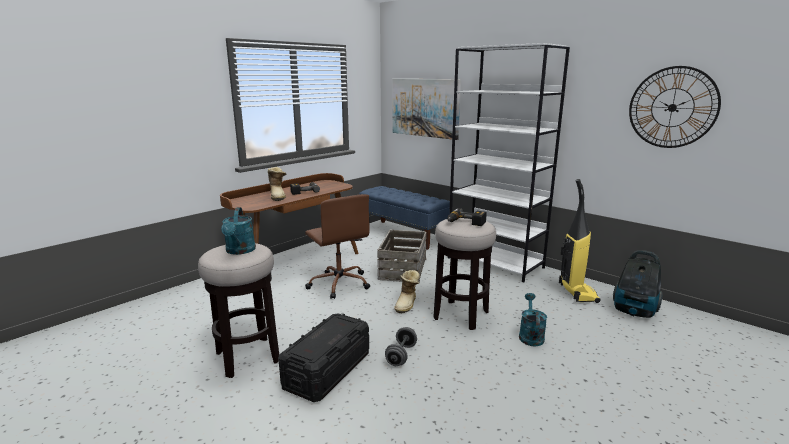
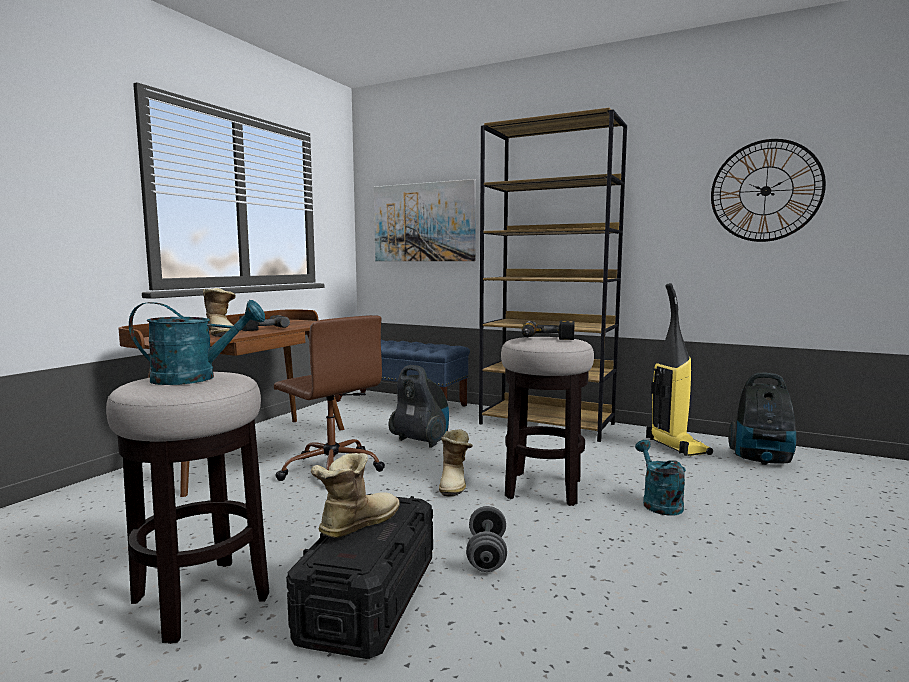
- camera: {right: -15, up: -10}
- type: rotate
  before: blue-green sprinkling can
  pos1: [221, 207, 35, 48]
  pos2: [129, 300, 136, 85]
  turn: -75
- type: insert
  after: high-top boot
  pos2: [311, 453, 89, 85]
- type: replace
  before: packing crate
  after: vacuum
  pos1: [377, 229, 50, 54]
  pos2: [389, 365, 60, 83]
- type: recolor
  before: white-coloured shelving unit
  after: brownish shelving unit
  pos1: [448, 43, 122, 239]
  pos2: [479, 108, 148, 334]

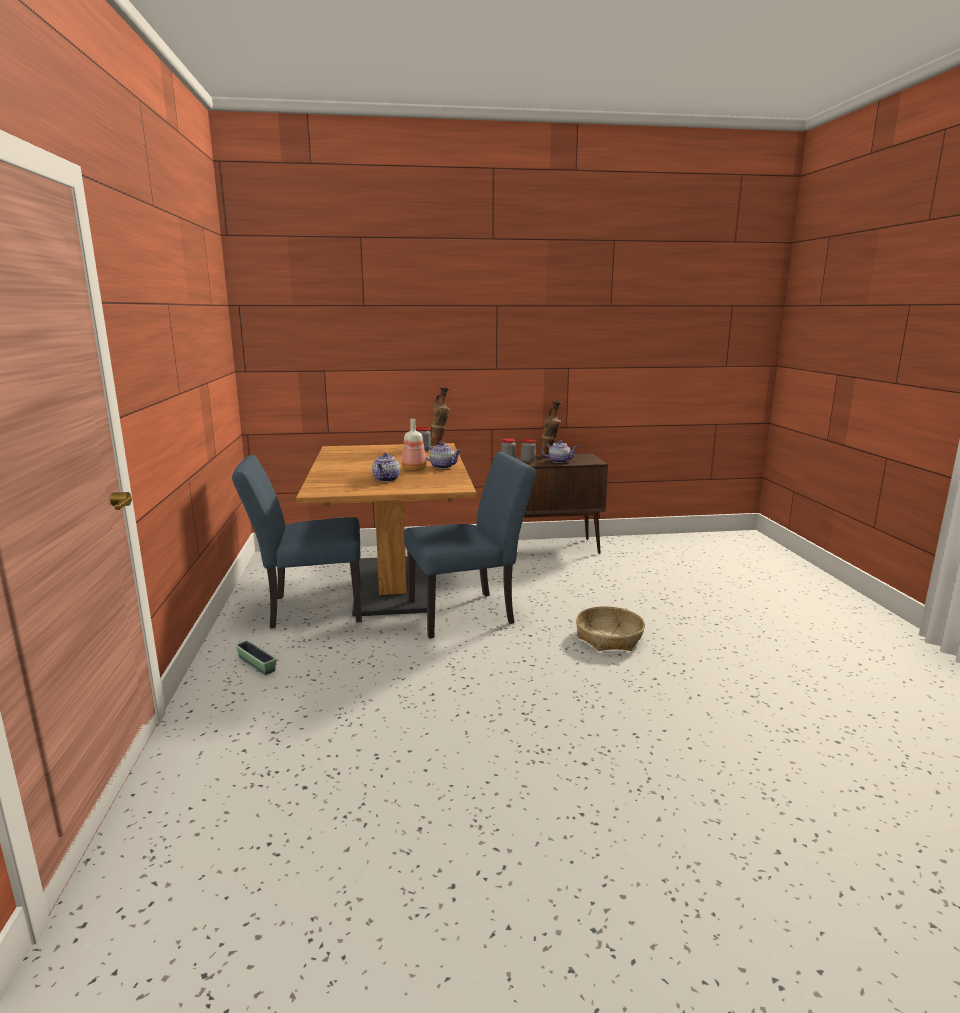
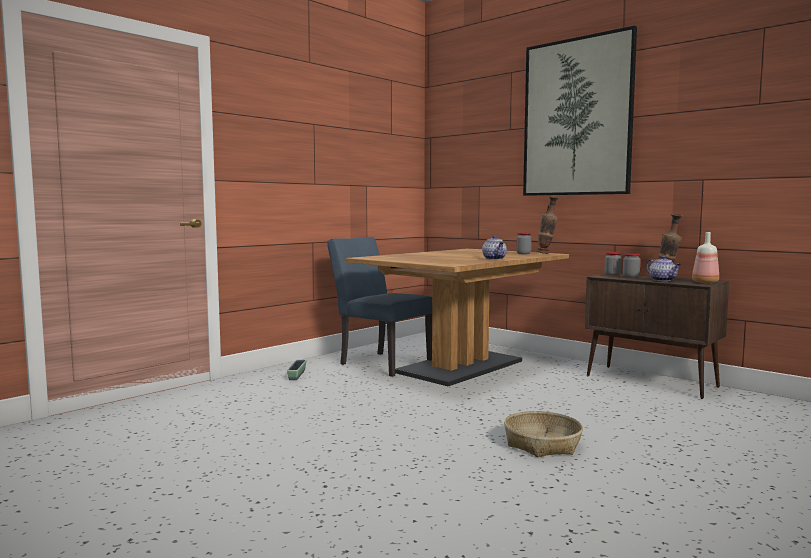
- camera: {right: 50, up: -10}
- type: insert
  after: wall picture
  pos2: [523, 26, 114, 170]
- type: move
  before: beverage bottle
  pos1: [401, 419, 26, 52]
  pos2: [692, 232, 27, 51]
- type: delete
  before: tea pot
  pos1: [372, 453, 28, 29]
- type: delete
  before: bluish plain chair
  pos1: [404, 452, 132, 187]

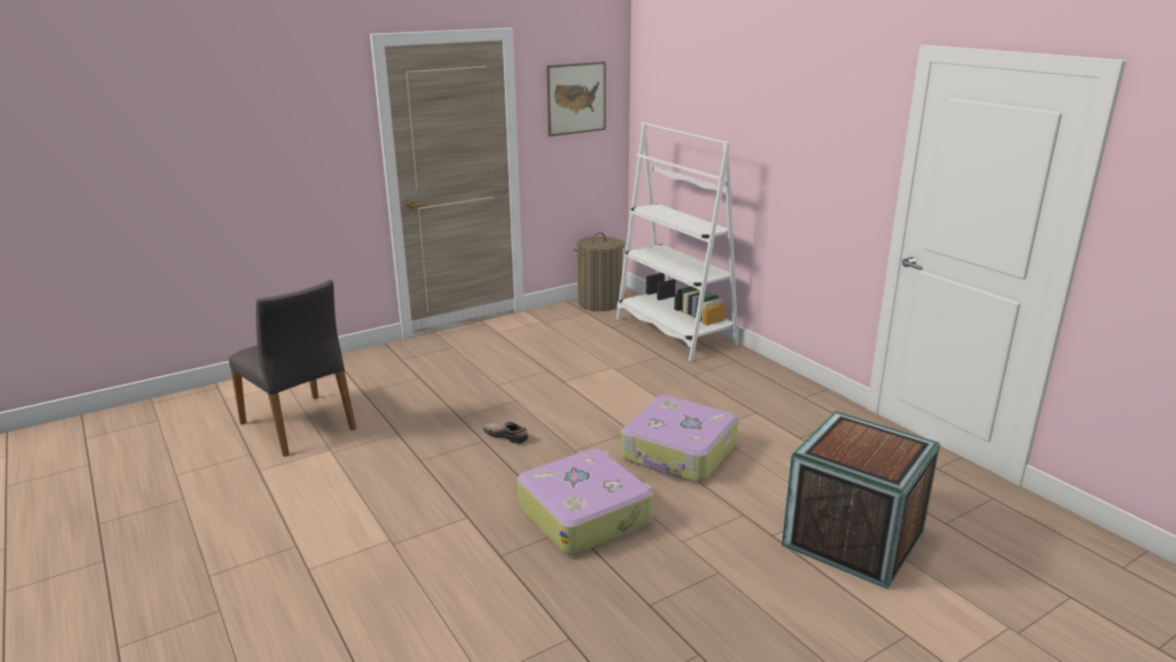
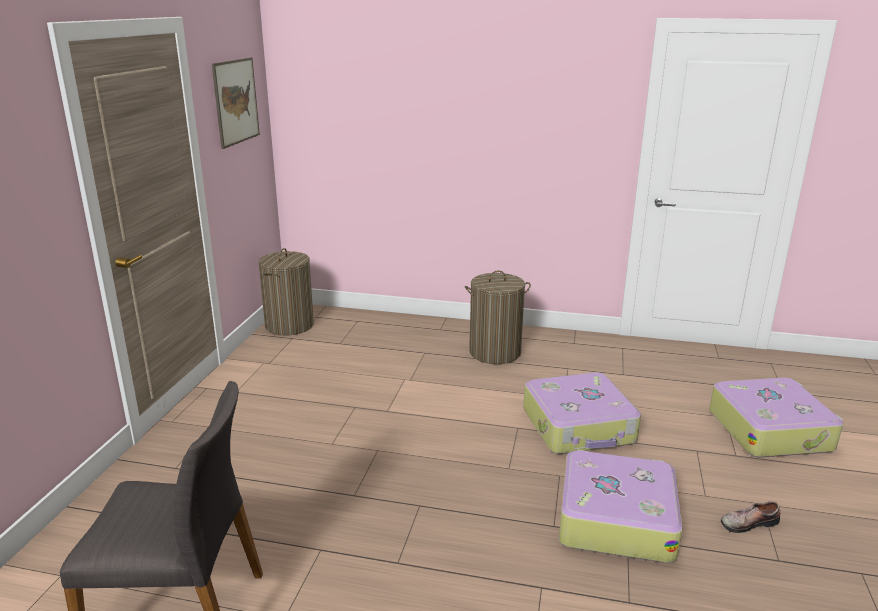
- camera: {right: -45, up: 0}
- type: insert
  after: washing basket
  pos2: [465, 271, 66, 93]
- type: replace
  before: packing crate
  after: piece of luggage
  pos1: [782, 411, 158, 178]
  pos2: [709, 378, 134, 80]
- type: move
  before: shoe
  pos1: [483, 422, 45, 22]
  pos2: [721, 501, 59, 32]
- type: delete
  before: white-coloured shelving unit
  pos1: [616, 122, 123, 240]

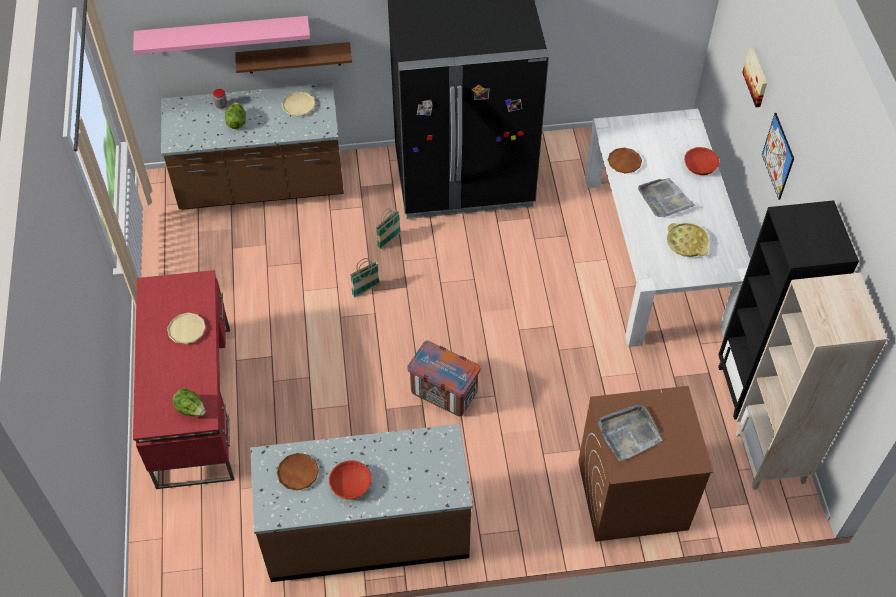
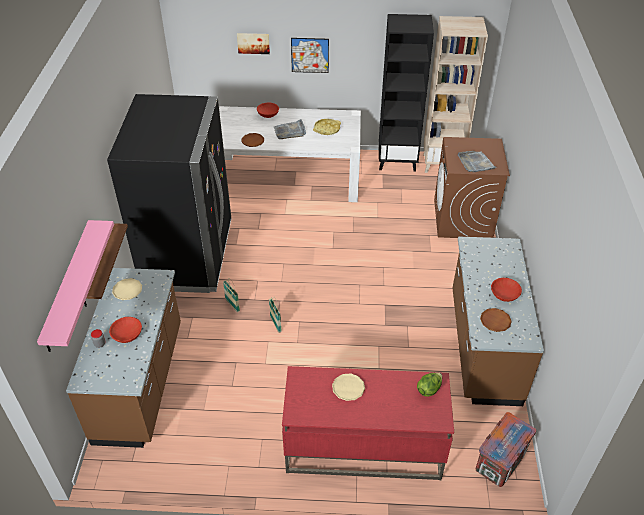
- camera: {right: -80, up: -10}
- type: replace
  before: lettuce head
  after: reddish bowl
  pos1: [225, 102, 21, 27]
  pos2: [109, 317, 33, 26]
- type: move
  before: packing crate
  pos1: [407, 340, 74, 76]
  pos2: [476, 412, 60, 75]

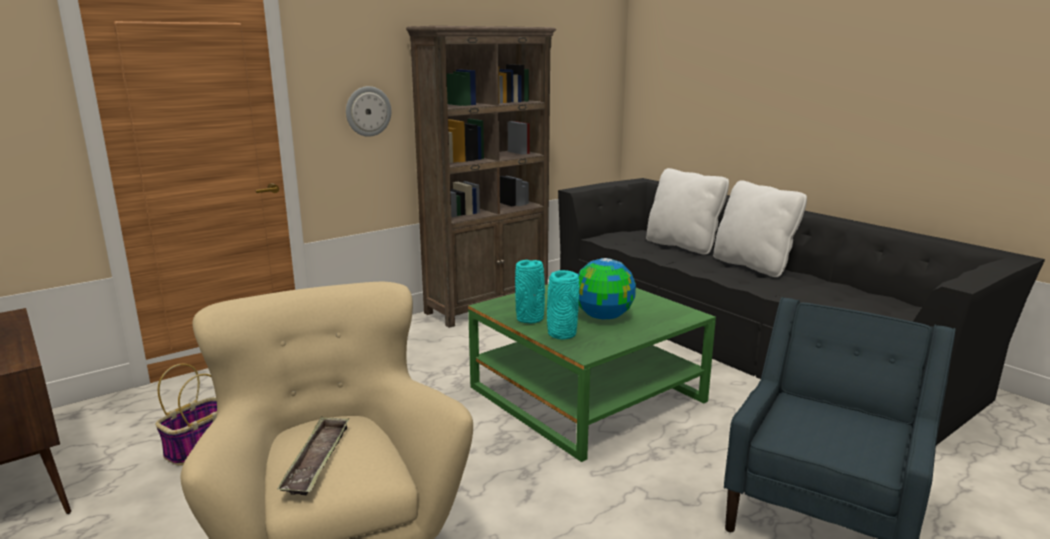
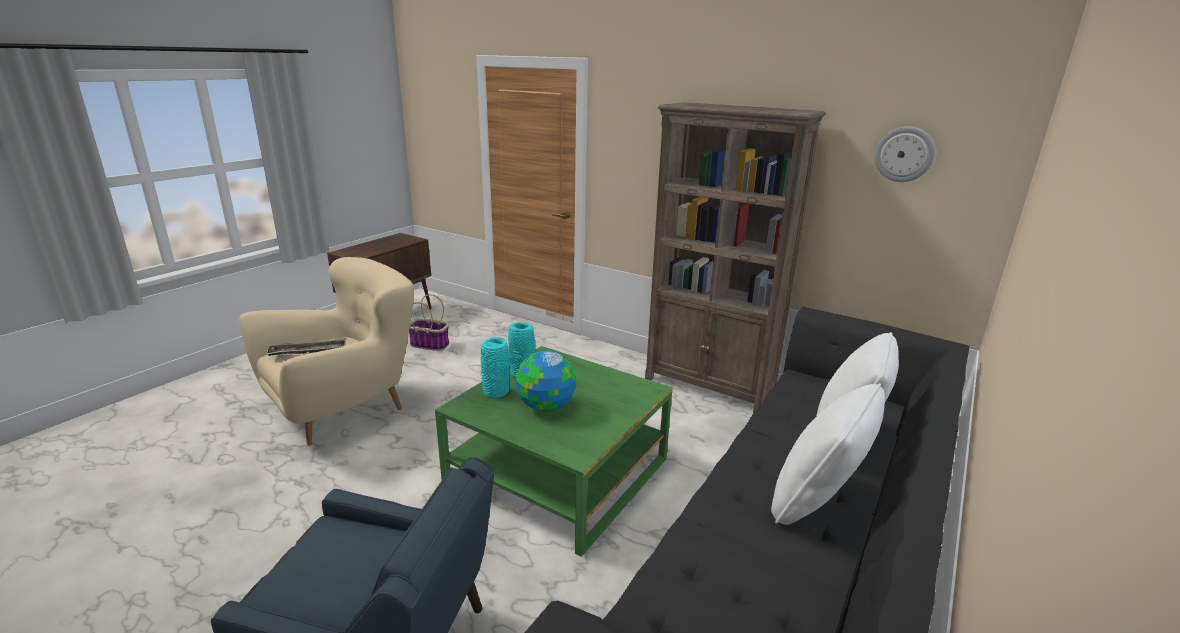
- camera: {right: 70, up: 5}
- type: move
  before: wall clock
  pos1: [346, 86, 45, 51]
  pos2: [875, 126, 60, 56]

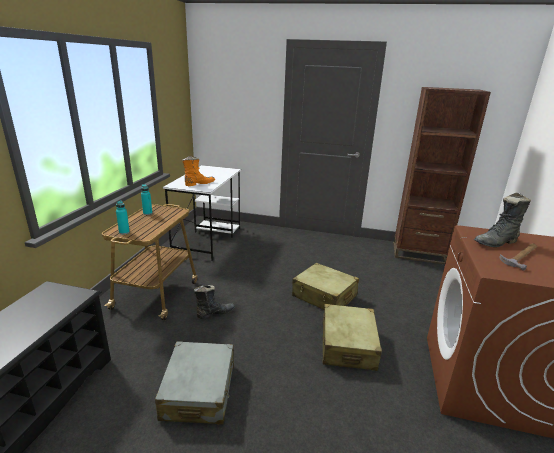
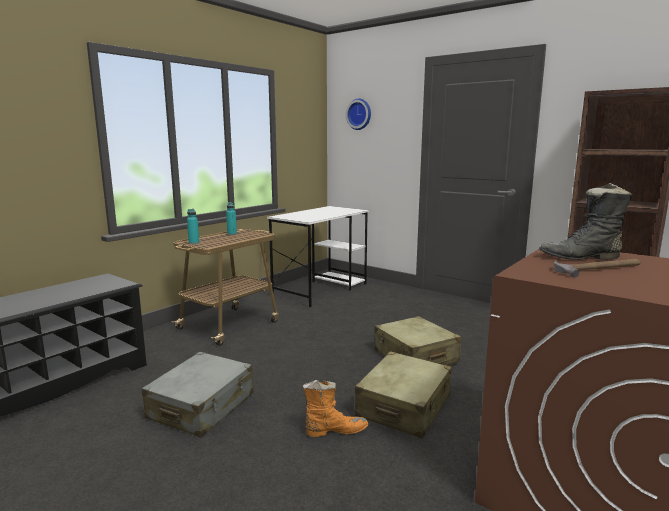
- camera: {right: 25, up: -10}
- type: move
  before: orange-coloured high-top boot
  pos1: [182, 156, 33, 30]
  pos2: [303, 380, 65, 57]
- type: insert
  after: wall clock
  pos2: [346, 98, 25, 32]
- type: delete
  before: blackish high-top boot
  pos1: [194, 285, 41, 34]

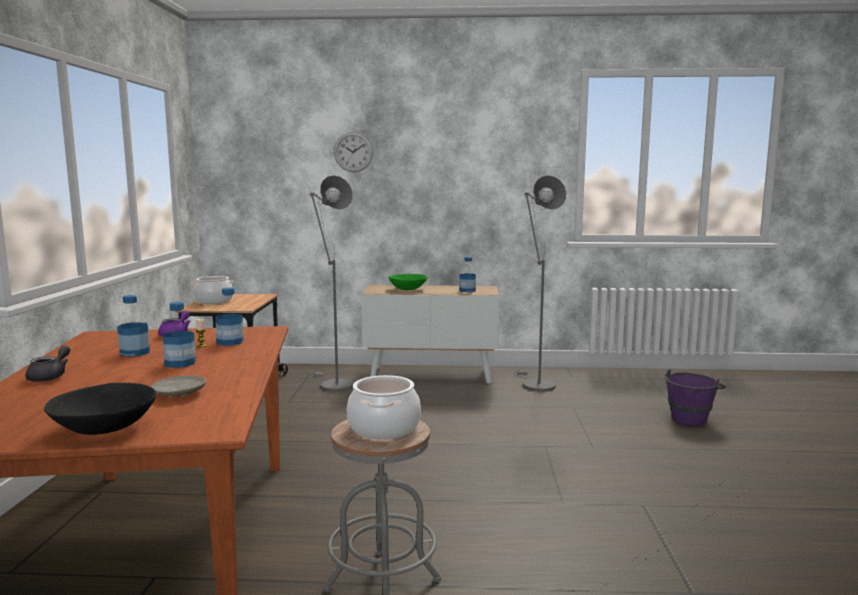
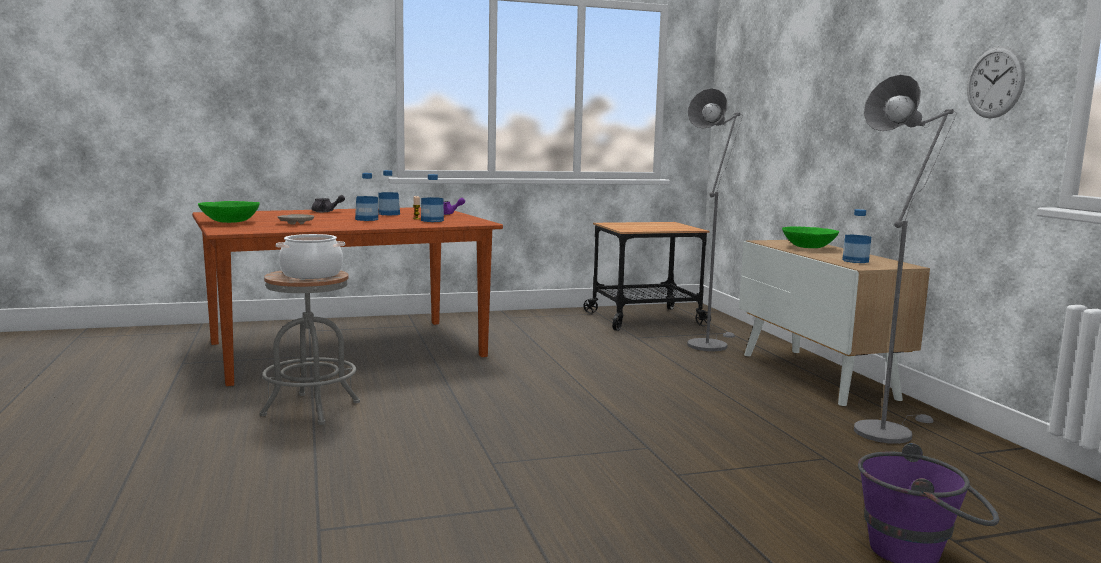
- camera: {right: 70, up: 0}
- type: recolor
  before: blackish bowl
  after: green-coloured bowl
  pos1: [44, 383, 112, 52]
  pos2: [198, 201, 62, 22]
- type: move
  before: wall clock
  pos1: [334, 132, 39, 40]
  pos2: [967, 46, 58, 72]
- type: delete
  before: saucepot
  pos1: [191, 276, 43, 28]

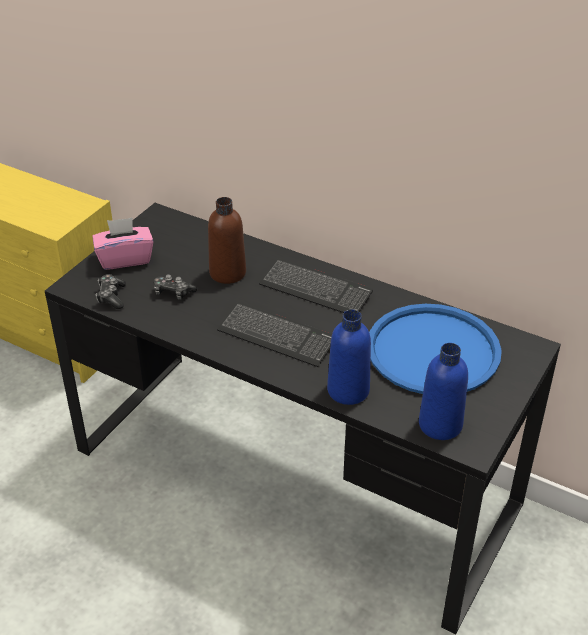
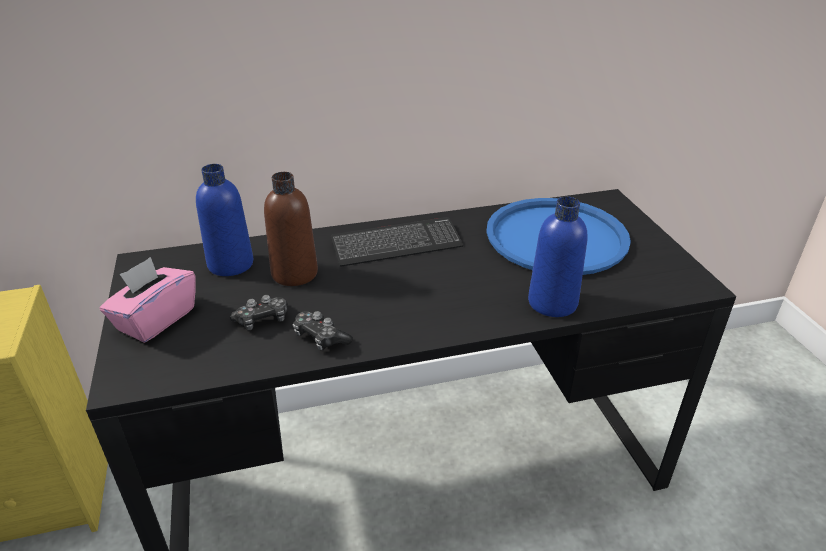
- camera: {right: -45, up: -5}
- type: move
  before: bluish beverage bottle
  pos1: [419, 343, 49, 97]
  pos2: [196, 164, 57, 112]
- type: move
  before: joypad
  pos1: [96, 274, 30, 35]
  pos2: [293, 311, 60, 39]
- type: delete
  before: PC keyboard
  pos1: [217, 302, 115, 65]

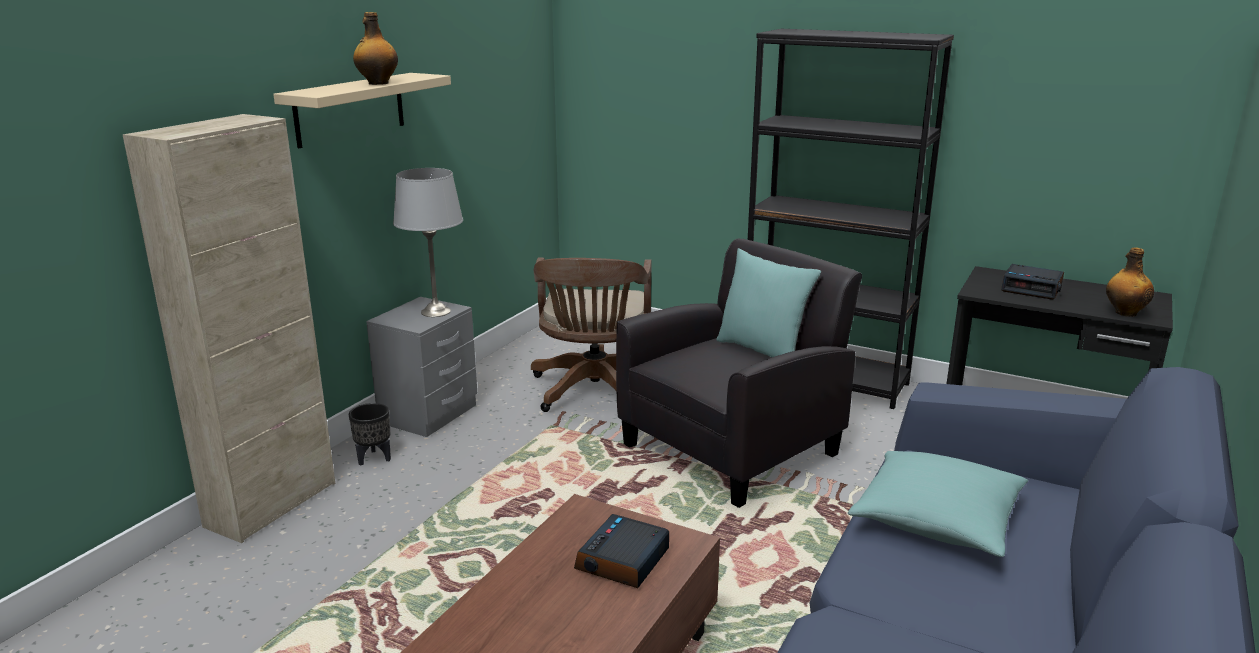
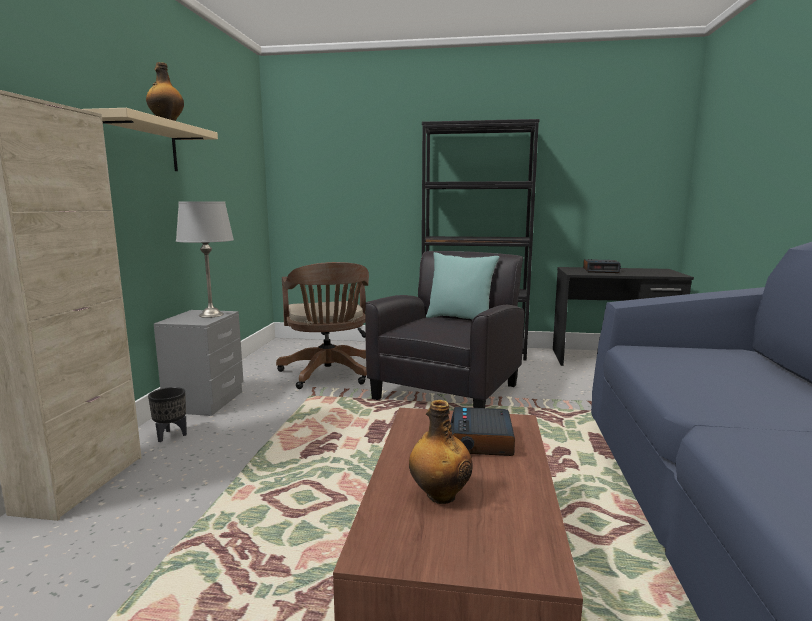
- camera: {right: -20, up: -10}
- type: move
  before: beverage bottle
  pos1: [1106, 247, 48, 70]
  pos2: [409, 400, 64, 104]
- type: delete
  before: blue-green throw pillow
  pos1: [848, 451, 180, 106]

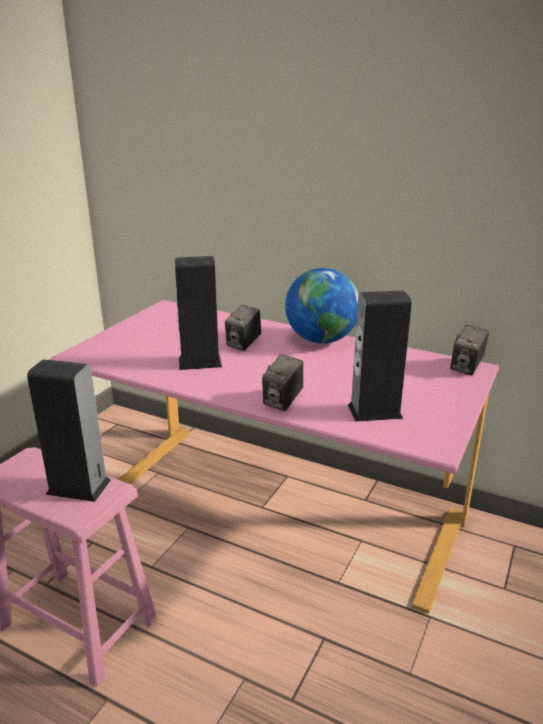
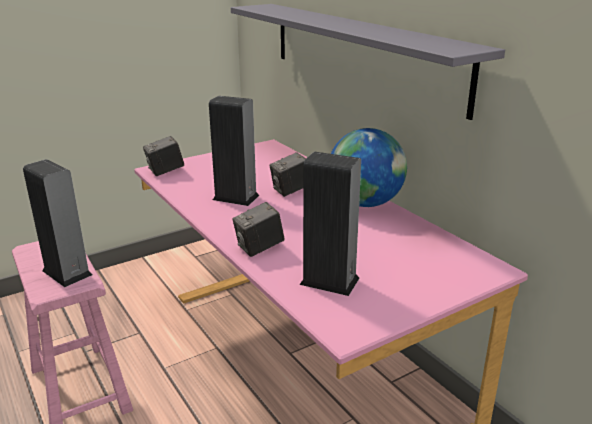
- camera: {right: 30, up: 0}
- type: move
  before: still camera
  pos1: [450, 325, 39, 50]
  pos2: [143, 136, 41, 40]
- type: insert
  after: grey wall shelf
  pos2: [231, 4, 274, 116]

